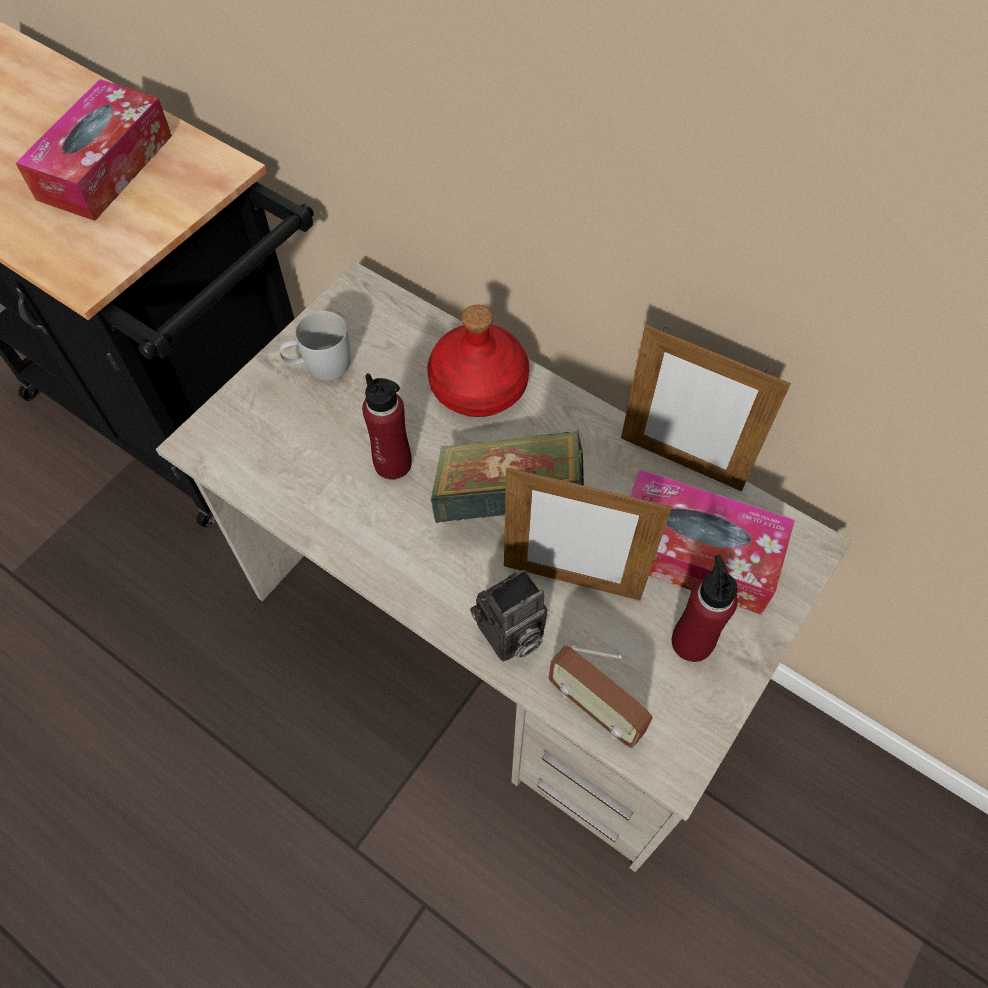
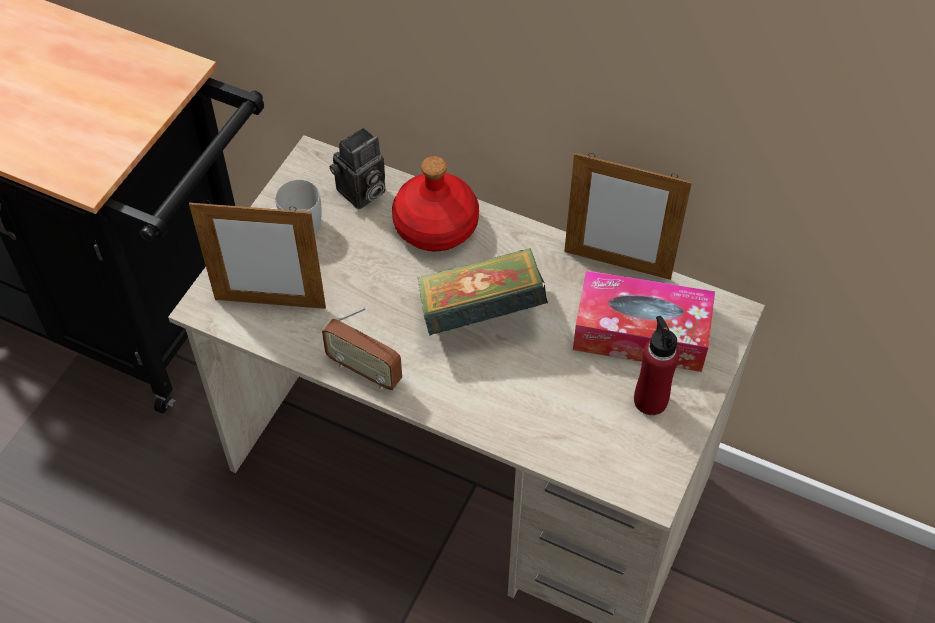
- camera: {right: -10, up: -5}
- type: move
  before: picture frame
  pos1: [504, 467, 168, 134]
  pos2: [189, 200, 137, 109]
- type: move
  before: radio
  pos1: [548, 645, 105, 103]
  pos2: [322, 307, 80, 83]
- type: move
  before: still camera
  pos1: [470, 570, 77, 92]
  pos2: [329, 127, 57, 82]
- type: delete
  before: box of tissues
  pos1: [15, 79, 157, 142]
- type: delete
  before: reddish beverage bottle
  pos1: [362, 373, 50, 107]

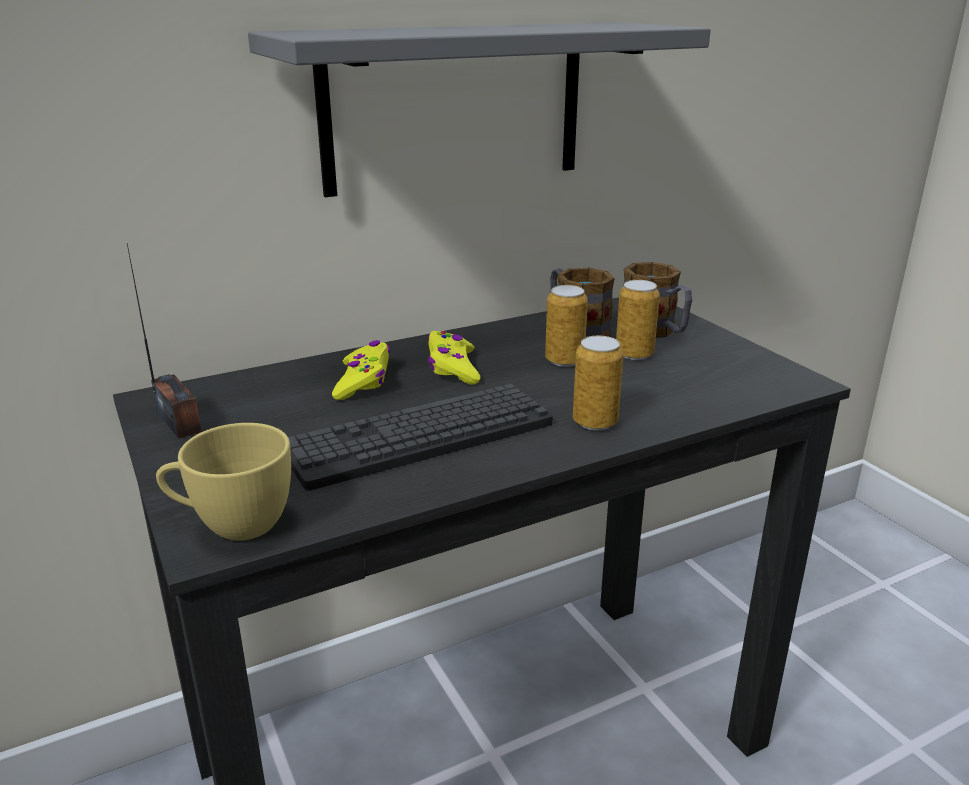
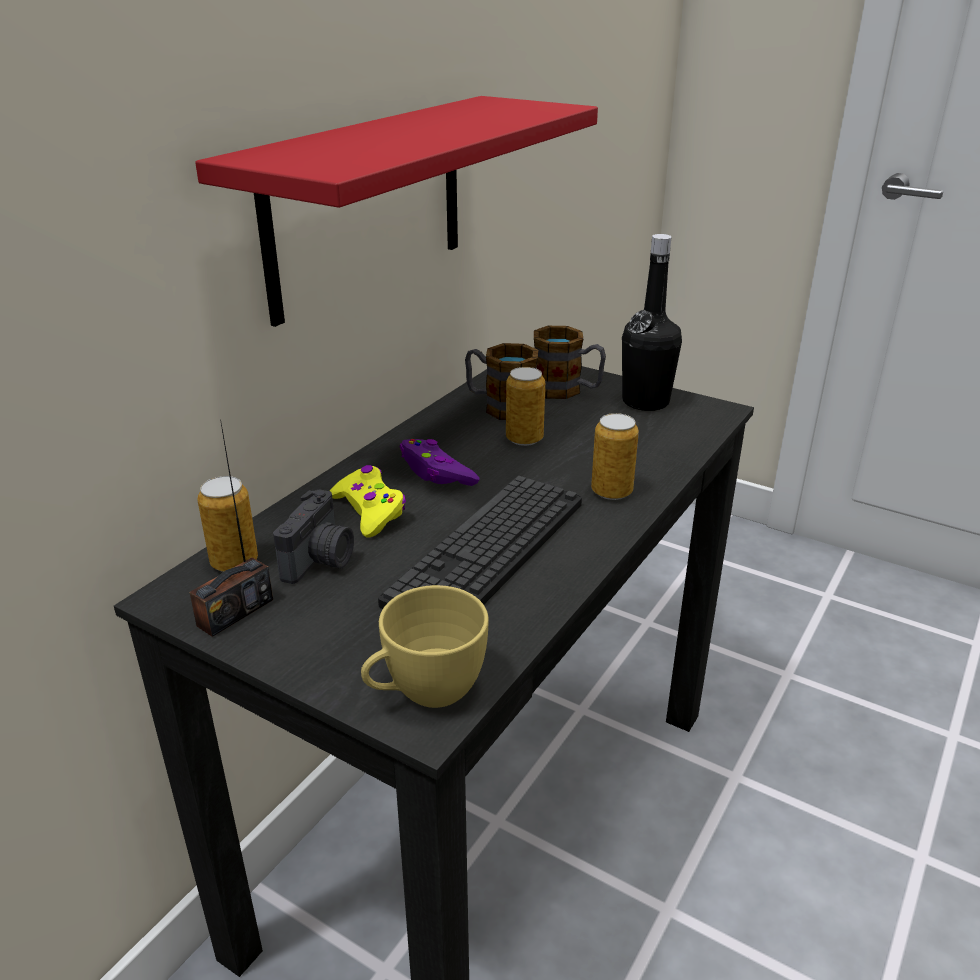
- camera: {right: -30, up: 5}
- type: rotate
  before: radio
  pos1: [127, 244, 75, 195]
  pos2: [189, 419, 84, 218]
  turn: 105
- type: recolor
  before: grey wall shelf
  after: reddish wall shelf
  pos1: [248, 22, 463, 175]
  pos2: [195, 96, 403, 231]
- type: move
  before: can
  pos1: [616, 280, 44, 80]
  pos2: [197, 476, 61, 96]
- type: insert
  after: still camera
  pos2: [273, 490, 81, 94]
- type: recolor
  before: yellowish joypad
  after: purple joypad
  pos1: [428, 331, 52, 54]
  pos2: [400, 439, 80, 47]
- type: insert
  after: blackish beverage bottle
  pos2: [622, 234, 60, 177]

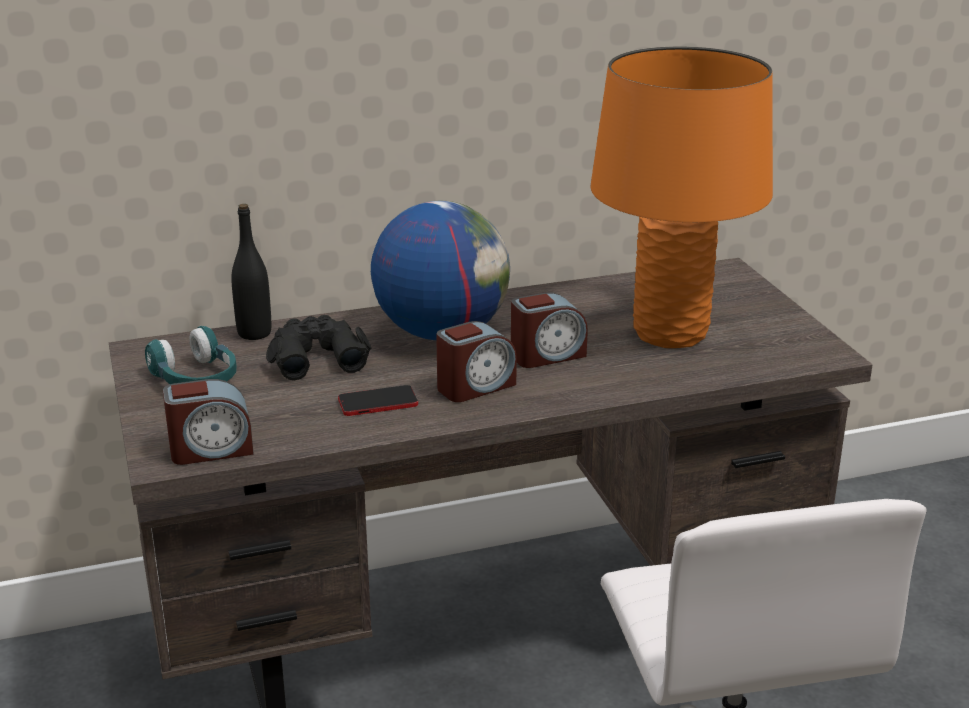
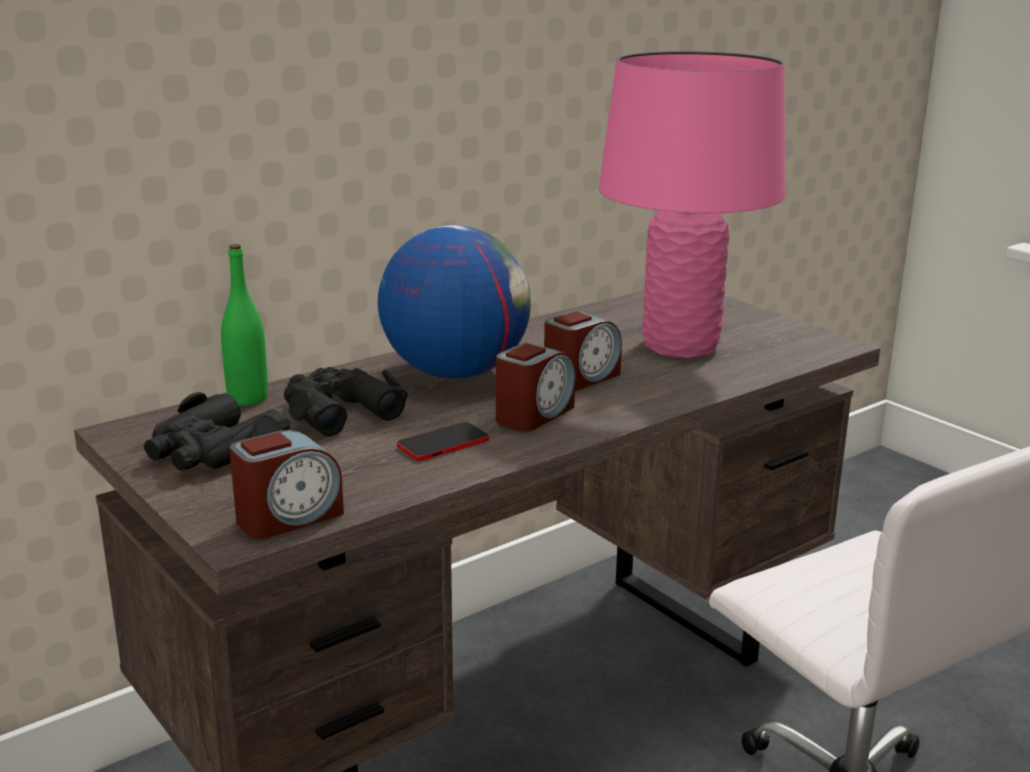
- camera: {right: -20, up: -5}
- type: replace
  before: blue-green headphones
  after: blackish binoculars
  pos1: [145, 326, 92, 58]
  pos2: [144, 392, 147, 79]
- type: recolor
  before: blackish beverage bottle
  after: green-coloured beverage bottle
  pos1: [232, 204, 39, 136]
  pos2: [221, 244, 47, 162]
- type: recolor
  before: orange-coloured table lamp
  after: pink-coloured table lamp
  pos1: [591, 47, 182, 301]
  pos2: [598, 51, 187, 307]

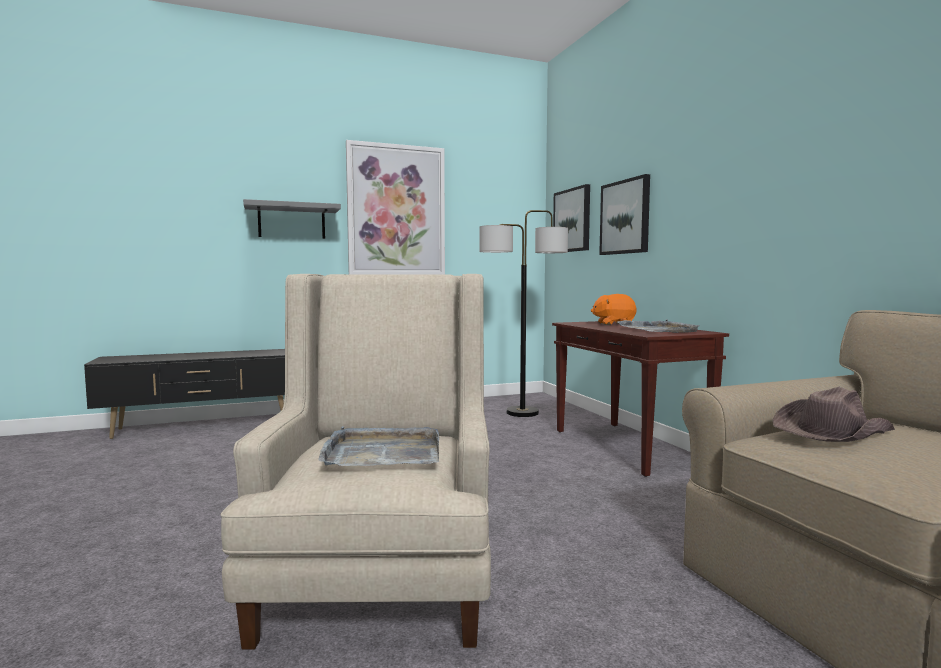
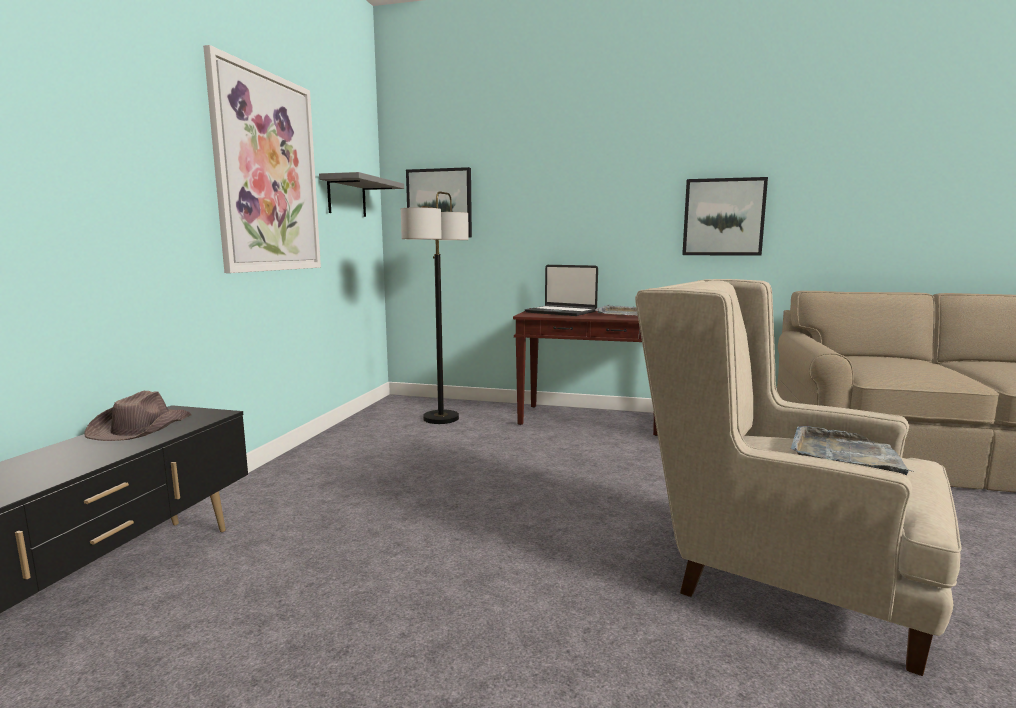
- camera: {right: -55, up: 5}
- type: move
  before: brownish hat
  pos1: [773, 387, 122, 55]
  pos2: [85, 391, 107, 50]
- type: move
  before: grey wall shelf
  pos1: [243, 199, 98, 40]
  pos2: [319, 172, 85, 45]
- type: replace
  before: orange-coloured plush toy
  after: notebook computer
  pos1: [591, 294, 46, 31]
  pos2: [525, 265, 73, 51]
- type: move
  before: wall picture
  pos1: [599, 174, 51, 81]
  pos2: [682, 177, 86, 79]

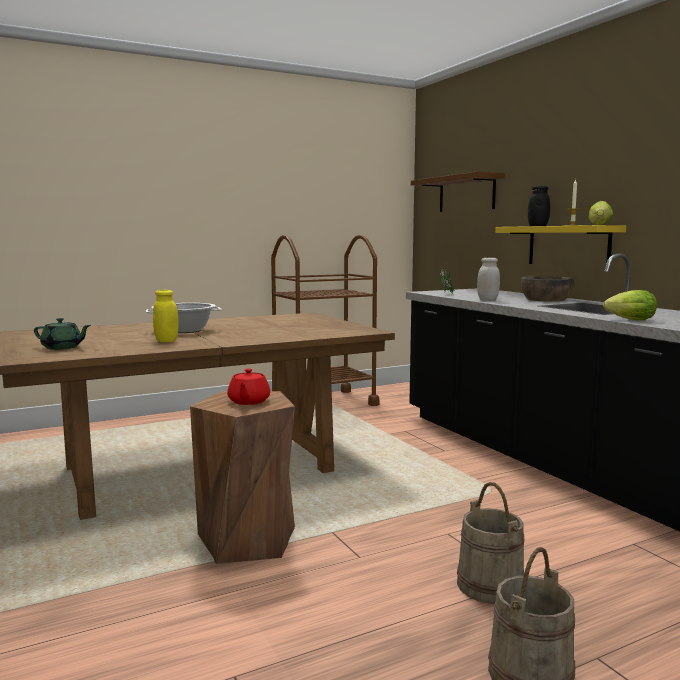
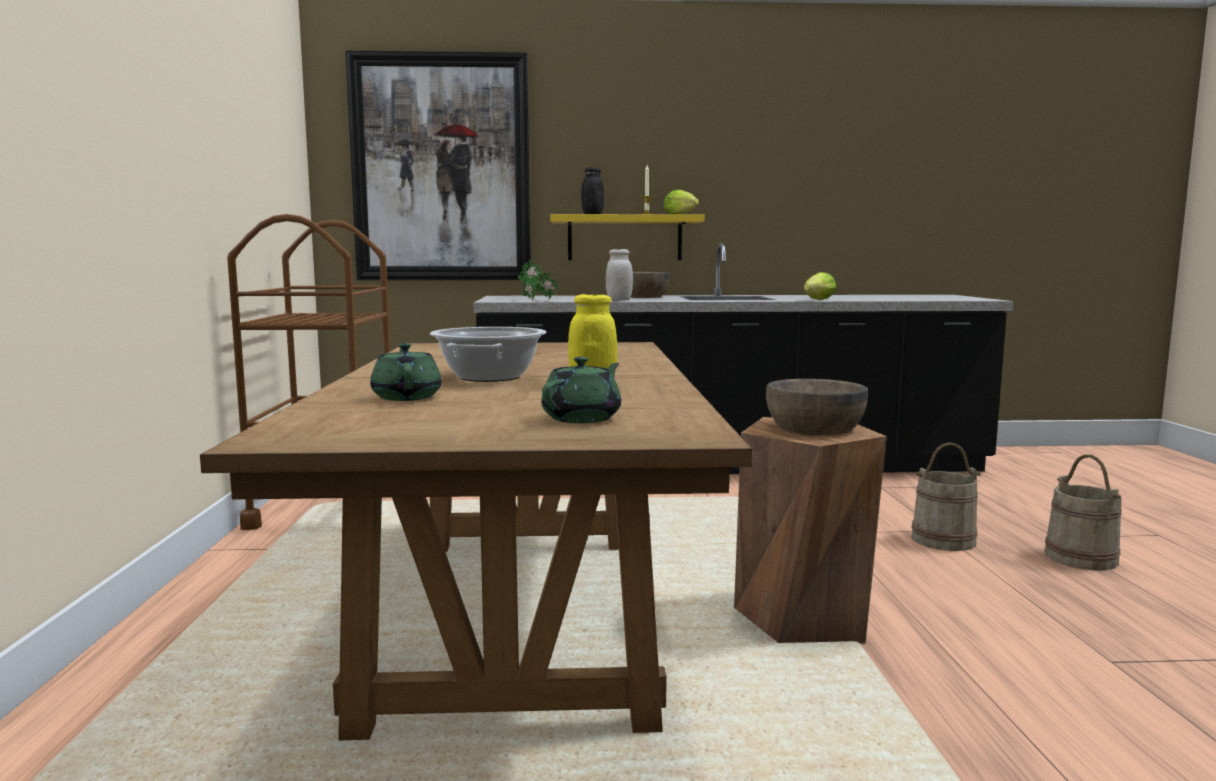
- camera: {right: -65, up: 0}
- type: replace
  before: brownish wall shelf
  after: wall picture
  pos1: [411, 171, 94, 41]
  pos2: [345, 51, 186, 229]
- type: insert
  after: green-coloured tea pot
  pos2: [370, 343, 72, 58]
- type: replace
  before: reddish tea pot
  after: brownish bowl
  pos1: [227, 369, 43, 36]
  pos2: [766, 379, 102, 57]

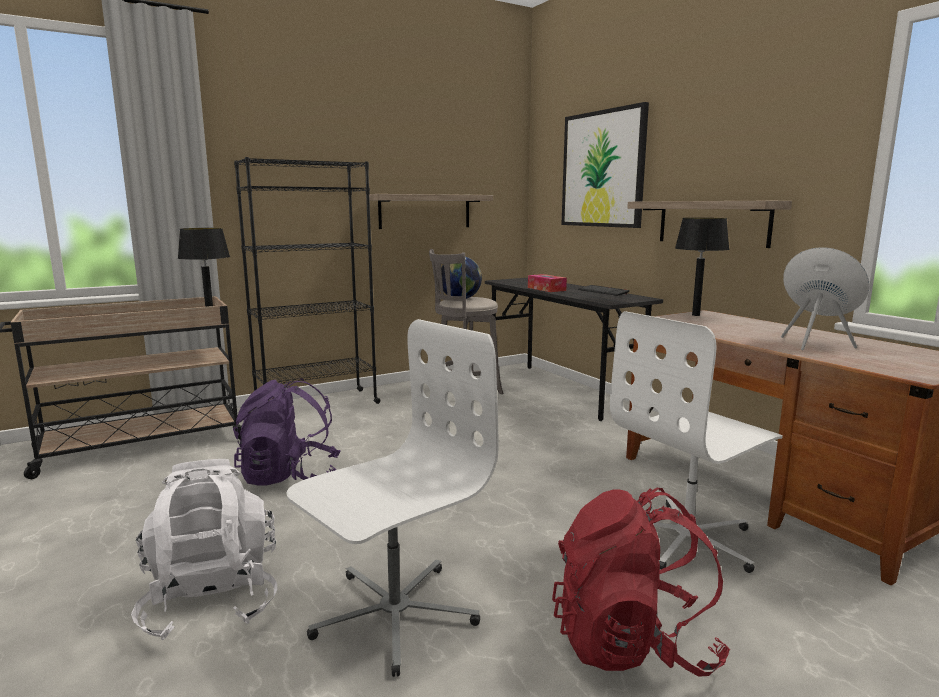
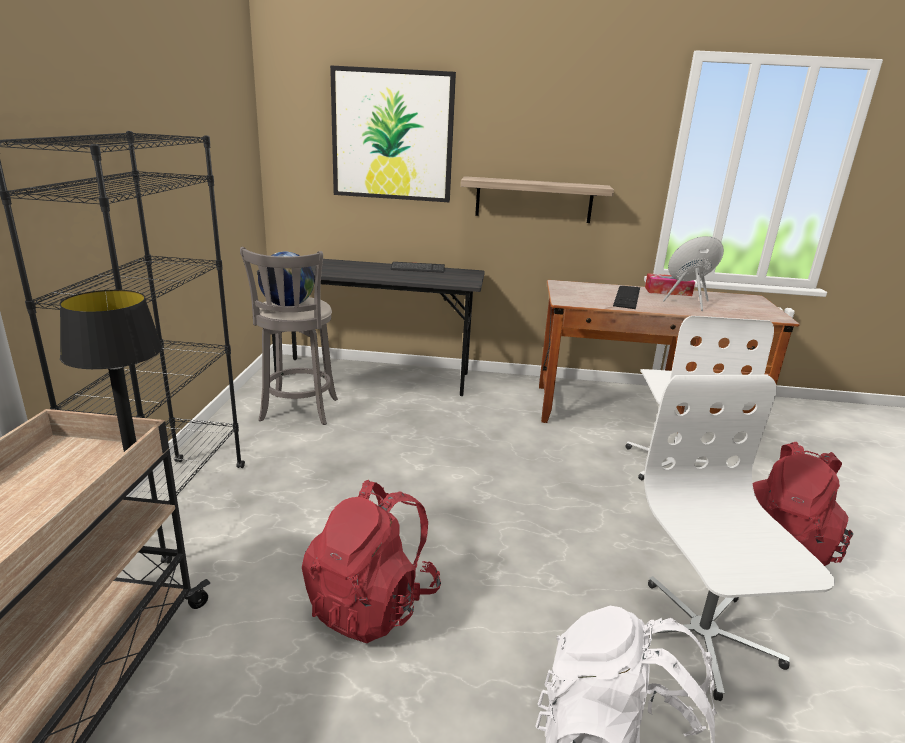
- camera: {right: -55, up: 10}
- type: recolor
  before: purple knapsack
  after: reddish knapsack
  pos1: [233, 378, 108, 108]
  pos2: [302, 480, 139, 163]
- type: insert
  after: PC keyboard
  pos2: [613, 286, 27, 23]
- type: move
  before: box of tissues
  pos1: [528, 274, 39, 18]
  pos2: [645, 273, 50, 23]
- type: delete
  before: wall shelf
  pos1: [369, 194, 124, 35]
- type: delete
  before: blackish table lamp
  pos1: [675, 218, 55, 98]

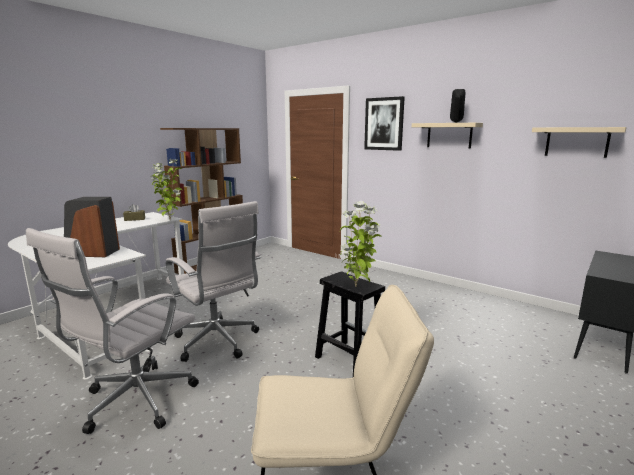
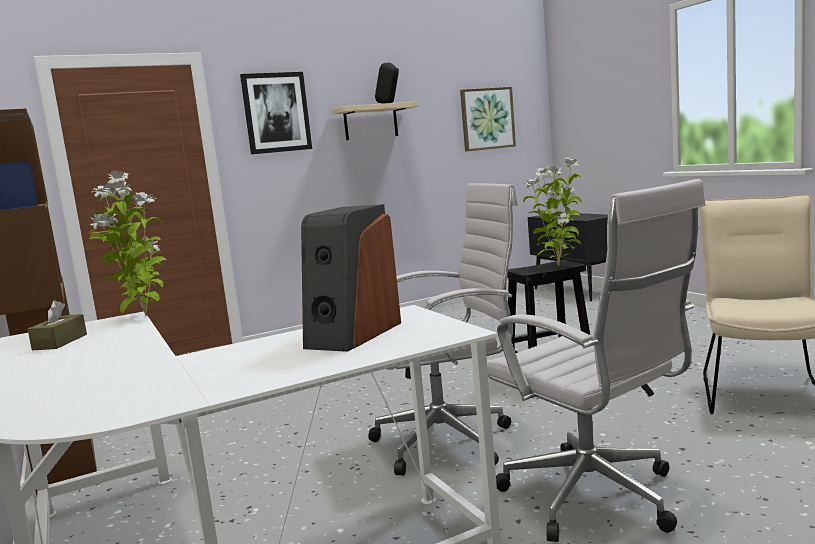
- camera: {right: -65, up: -5}
- type: replace
  before: beige-coloured wall shelf
  after: wall picture
  pos1: [532, 127, 94, 31]
  pos2: [460, 87, 56, 65]

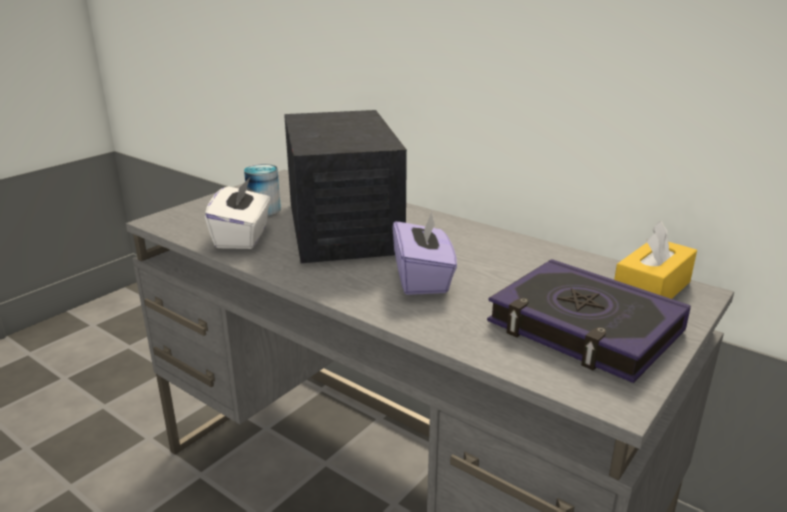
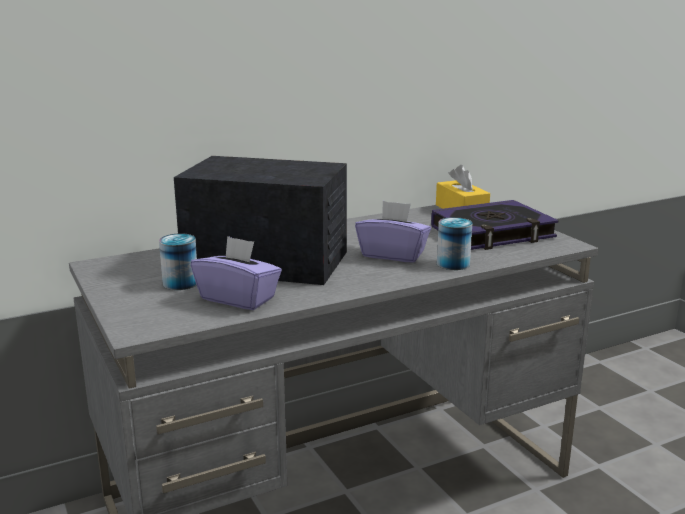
- camera: {right: -65, up: -5}
- type: recolor
  before: white-coloured box of tissues
  after: purple box of tissues
  pos1: [205, 176, 66, 73]
  pos2: [191, 236, 91, 74]
- type: insert
  after: can
  pos2: [437, 217, 35, 53]

